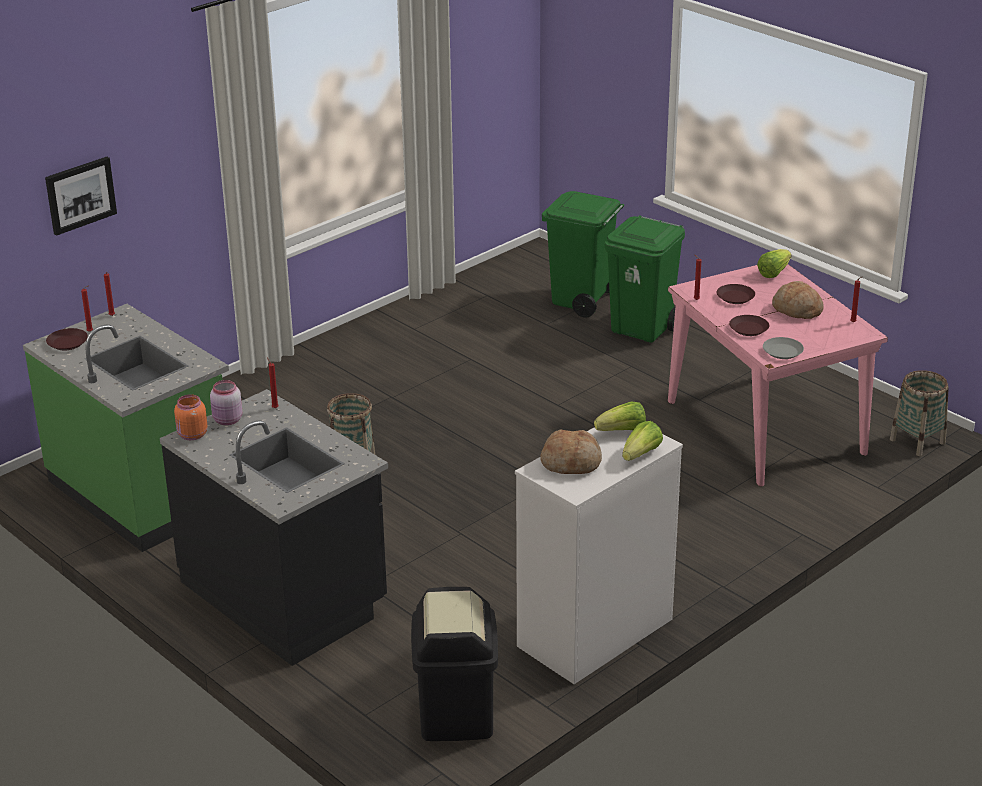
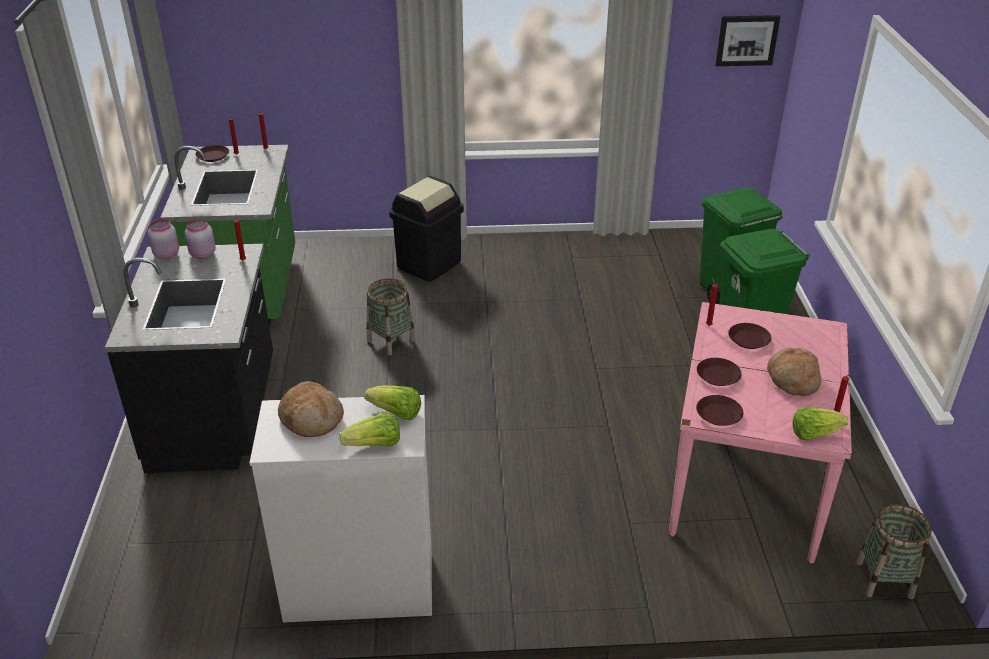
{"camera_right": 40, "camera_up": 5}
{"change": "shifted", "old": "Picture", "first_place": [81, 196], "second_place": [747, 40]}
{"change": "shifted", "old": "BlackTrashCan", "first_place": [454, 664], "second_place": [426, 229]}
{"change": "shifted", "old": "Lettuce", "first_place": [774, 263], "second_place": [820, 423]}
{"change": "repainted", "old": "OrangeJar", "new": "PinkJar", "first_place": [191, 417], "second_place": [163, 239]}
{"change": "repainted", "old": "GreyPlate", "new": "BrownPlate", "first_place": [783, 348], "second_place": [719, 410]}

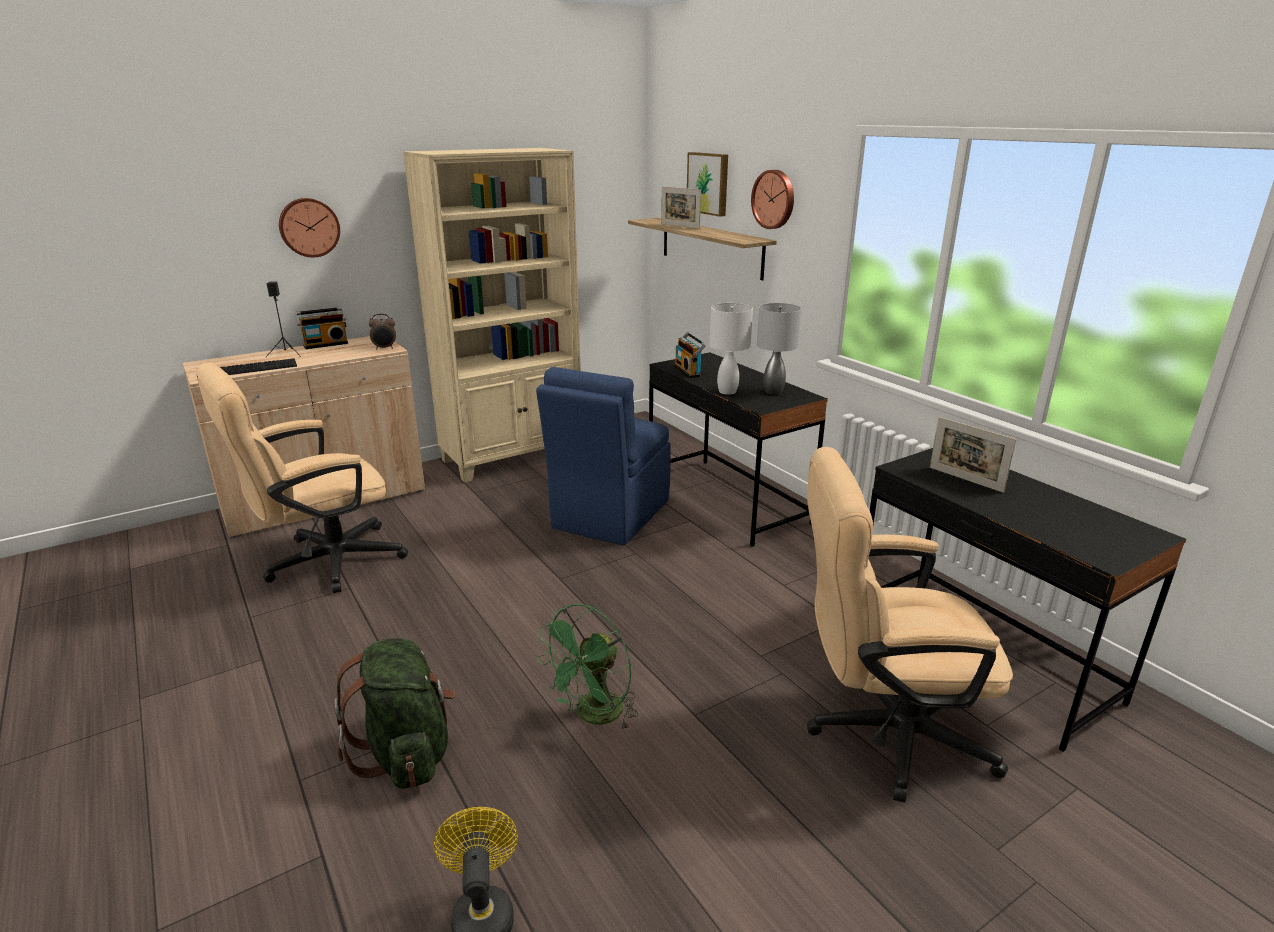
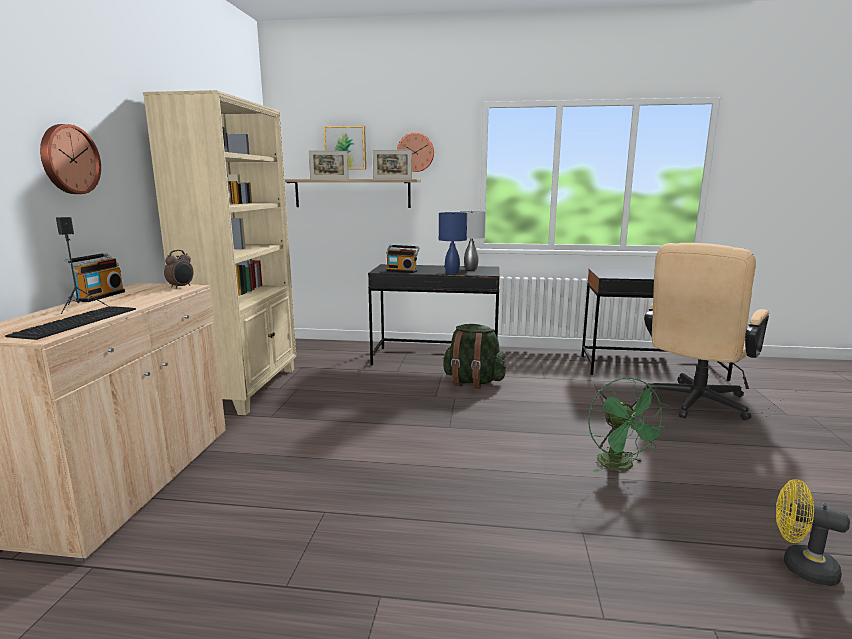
{"camera_right": -50, "camera_up": -10}
{"change": "gone", "old": "BeigeOfficeChair", "first_place": [302, 477]}
{"change": "gone", "old": "BlueChair", "first_place": [603, 456]}
{"change": "shifted", "old": "GreenBackpack", "first_place": [394, 713], "second_place": [474, 356]}
{"change": "shifted", "old": "PictureFrame", "first_place": [973, 455], "second_place": [392, 164]}
{"change": "repainted", "old": "WhiteTableLamp", "new": "BlueTableLamp", "first_place": [731, 349], "second_place": [453, 243]}

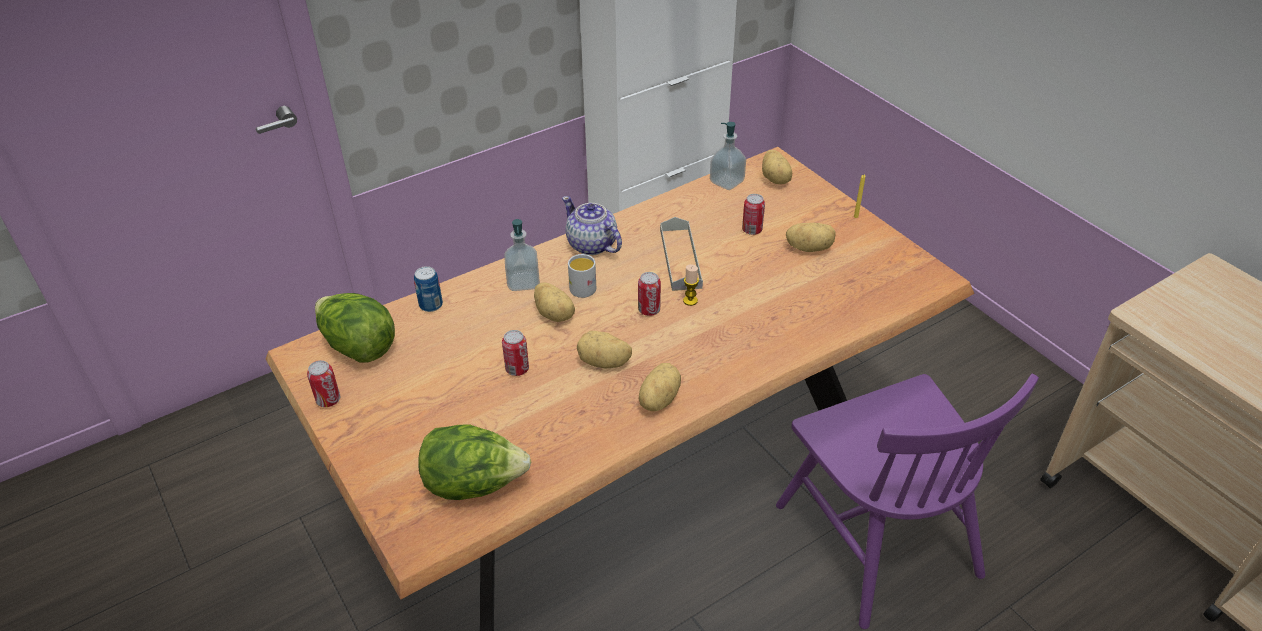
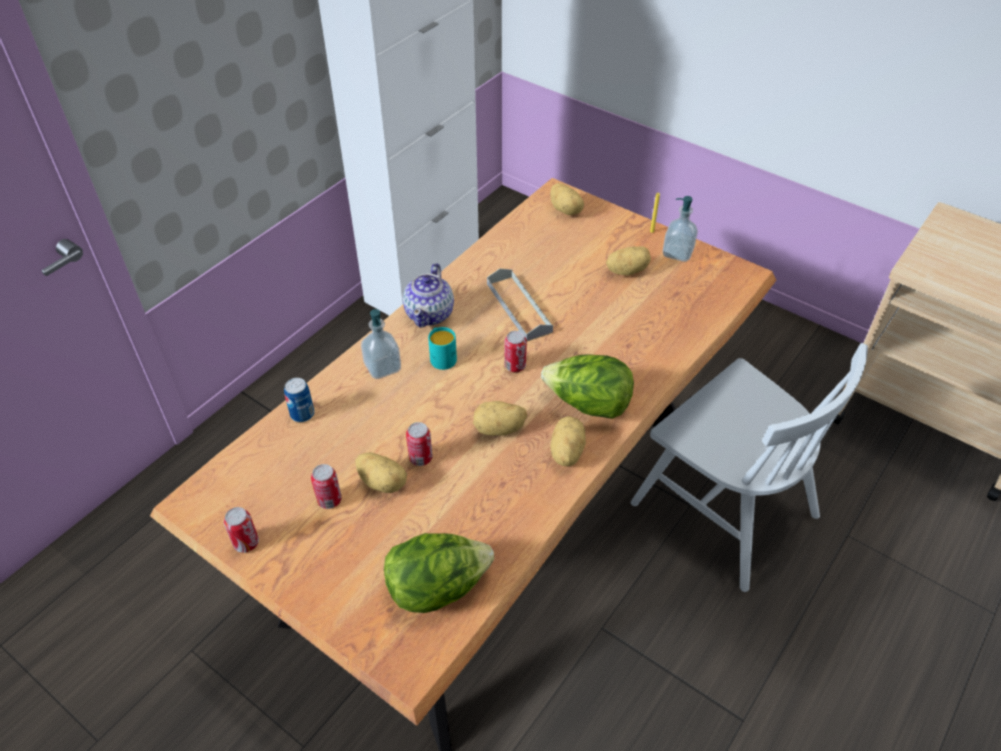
{"camera_right": -20, "camera_up": 5}
{"change": "gone", "old": "Candle", "first_place": [691, 285]}
{"change": "shifted", "old": "Lettuce", "first_place": [355, 328], "second_place": [587, 386]}
{"change": "shifted", "old": "Potato", "first_place": [554, 302], "second_place": [381, 473]}
{"change": "shifted", "old": "SoapDispenser", "first_place": [728, 156], "second_place": [680, 229]}
{"change": "shifted", "old": "Can", "first_place": [753, 214], "second_place": [326, 486]}
{"change": "repainted", "old": "WhiteMug", "new": "TurquoiseMug", "first_place": [582, 276], "second_place": [442, 348]}
{"change": "repainted", "old": "PurpleChair", "new": "WhiteChair", "first_place": [907, 501], "second_place": [749, 467]}
{"change": "rotated", "old": "Teapot", "first_place": [592, 225], "second_place": [428, 295], "degrees": -105}

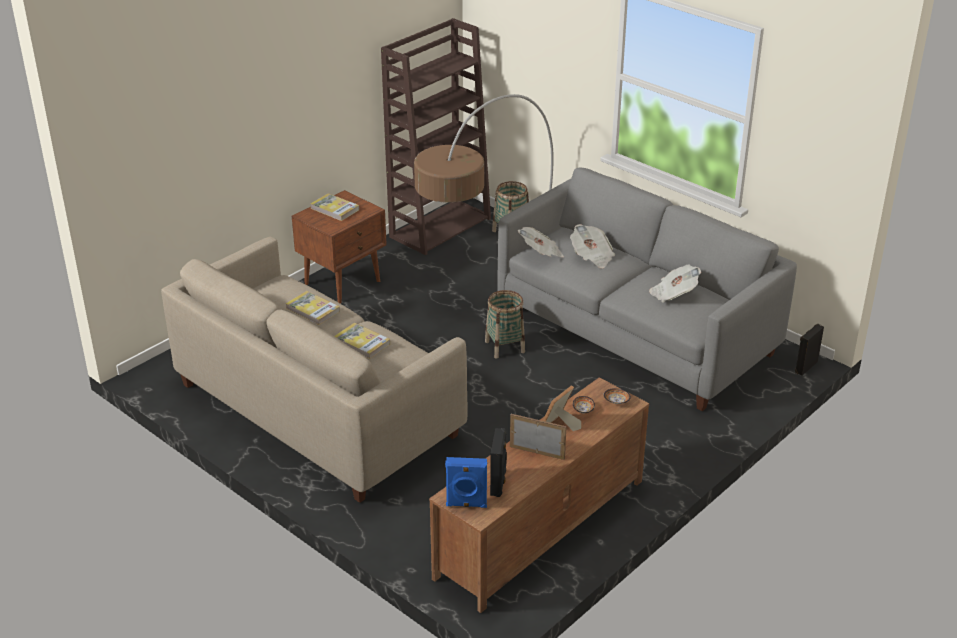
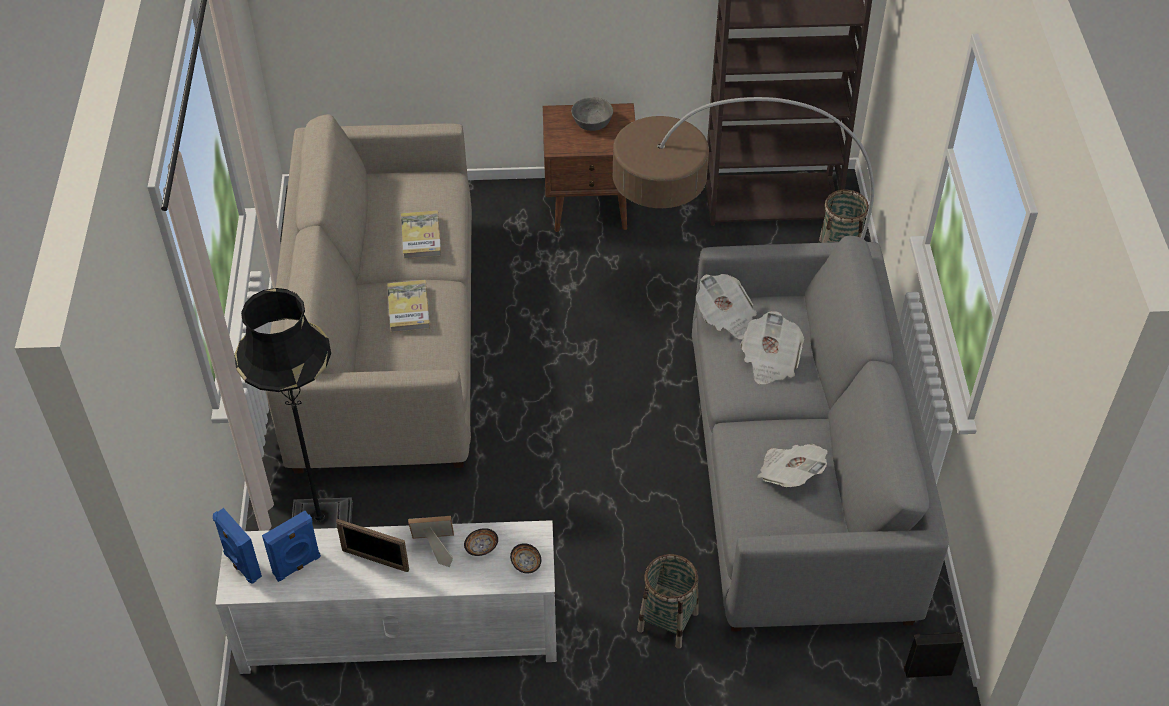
{"camera_right": 45, "camera_up": 15}
{"change": "new", "new": "BlackFloorLamp", "second_place": [293, 408]}
{"change": "shifted", "old": "Basket", "first_place": [505, 324], "second_place": [668, 601]}
{"change": "swapped", "old": "Book", "new": "GreyBowl", "first_place": [335, 207], "second_place": [592, 114]}
{"change": "repainted", "old": "BrownTvStand", "new": "WhiteTvStand", "first_place": [539, 495], "second_place": [386, 597]}
{"change": "repainted", "old": "BlackSpeaker", "new": "BlueSpeaker", "first_place": [498, 462], "second_place": [291, 546]}
{"change": "rotated", "old": "PictureFrame", "first_place": [538, 437], "second_place": [372, 545], "degrees": 135}

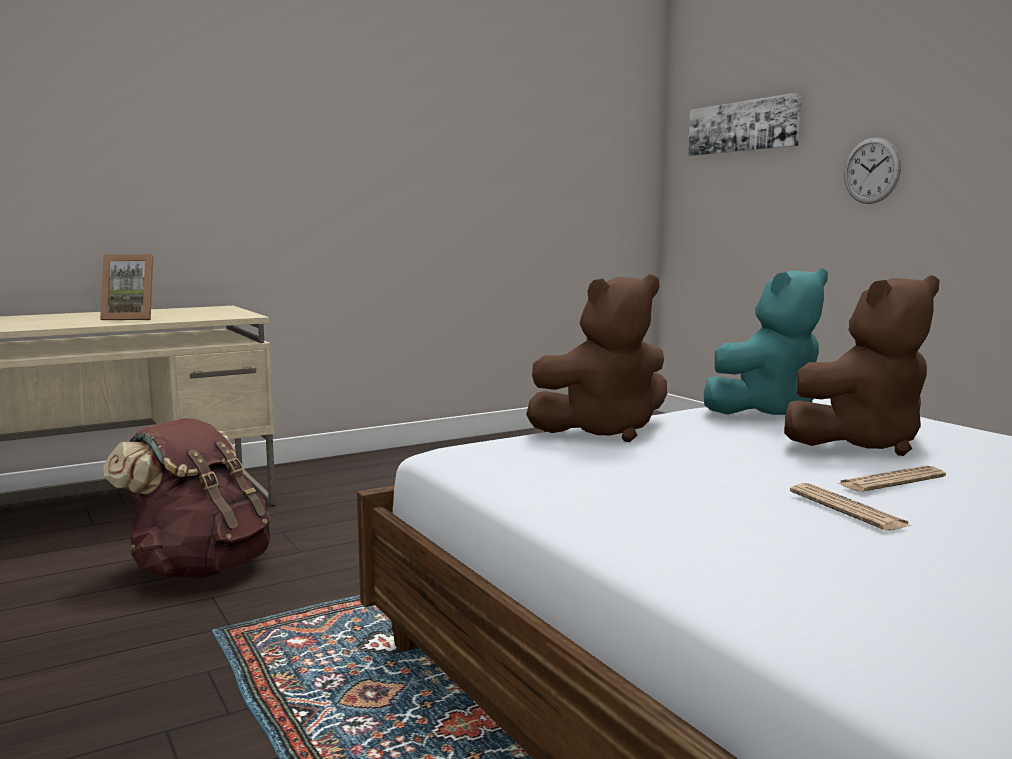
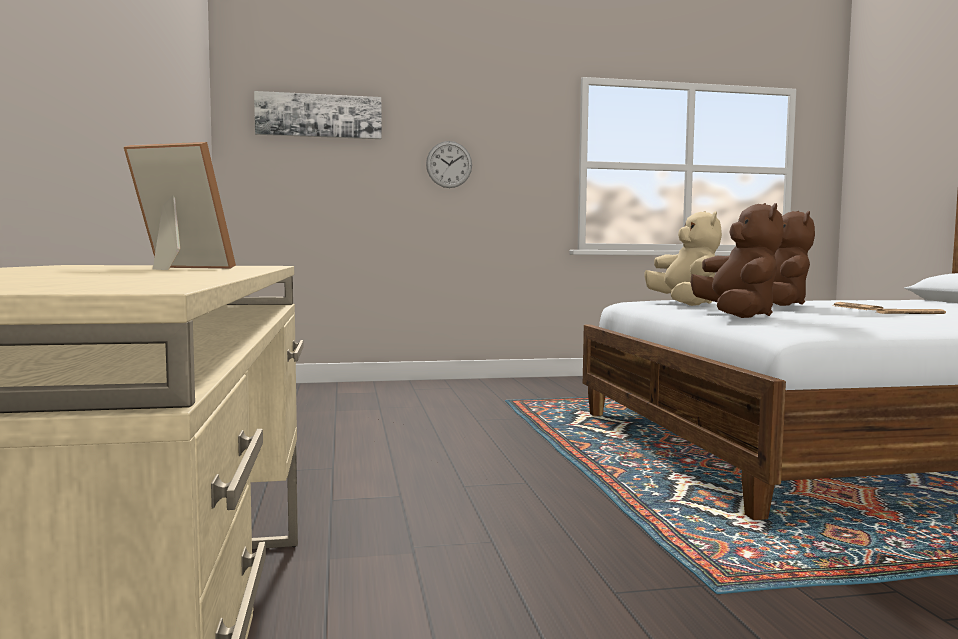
{"camera_right": -70, "camera_up": -5}
{"change": "gone", "old": "BrownBackpack", "first_place": [186, 498]}
{"change": "repainted", "old": "TurquoisePlushToy", "new": "BeigePlushToy", "first_place": [766, 341], "second_place": [683, 258]}
{"change": "rotated", "old": "PictureFrame", "first_place": [126, 287], "second_place": [180, 206], "degrees": -90}

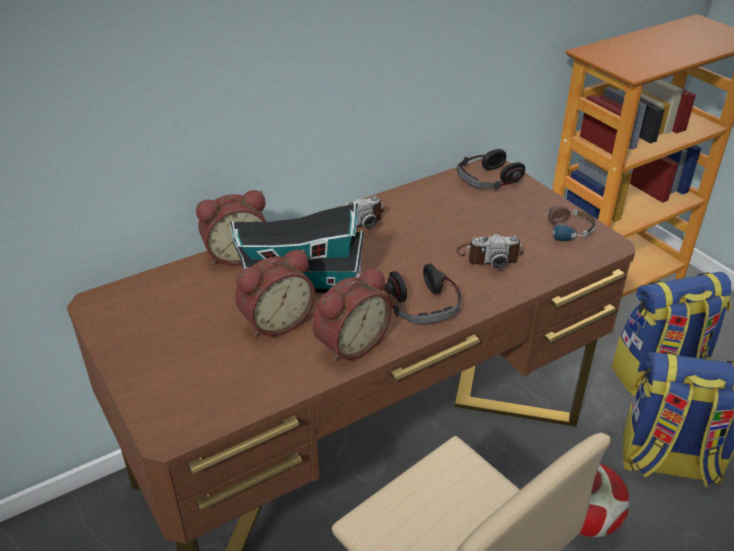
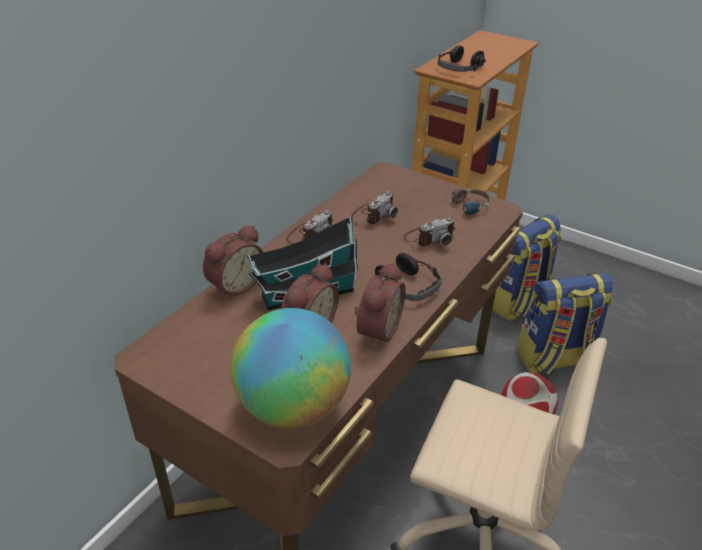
{"camera_right": -25, "camera_up": 0}
{"change": "new", "new": "Globe", "second_place": [291, 368]}
{"change": "new", "new": "PhotoCamera", "second_place": [374, 208]}
{"change": "shifted", "old": "Headphones", "first_place": [491, 169], "second_place": [462, 58]}

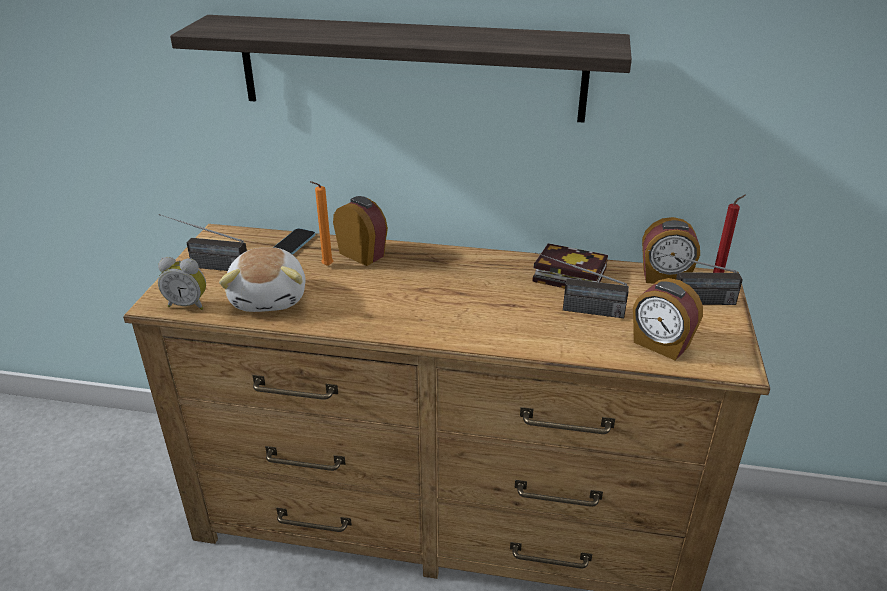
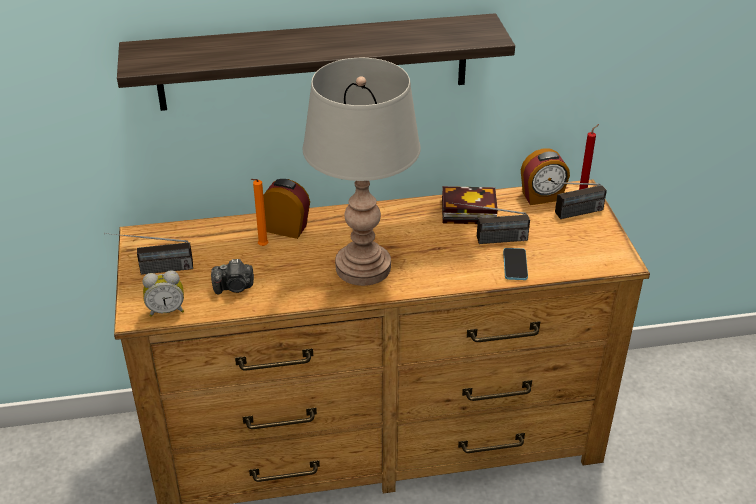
{"camera_right": -20, "camera_up": 5}
{"change": "gone", "old": "AlarmClock", "first_place": [668, 319]}
{"change": "new", "new": "GreyTableLamp", "second_place": [362, 172]}
{"change": "shifted", "old": "Phone", "first_place": [294, 241], "second_place": [515, 264]}
{"change": "swapped", "old": "PlushToy", "new": "PhotoCamera", "first_place": [262, 279], "second_place": [232, 277]}

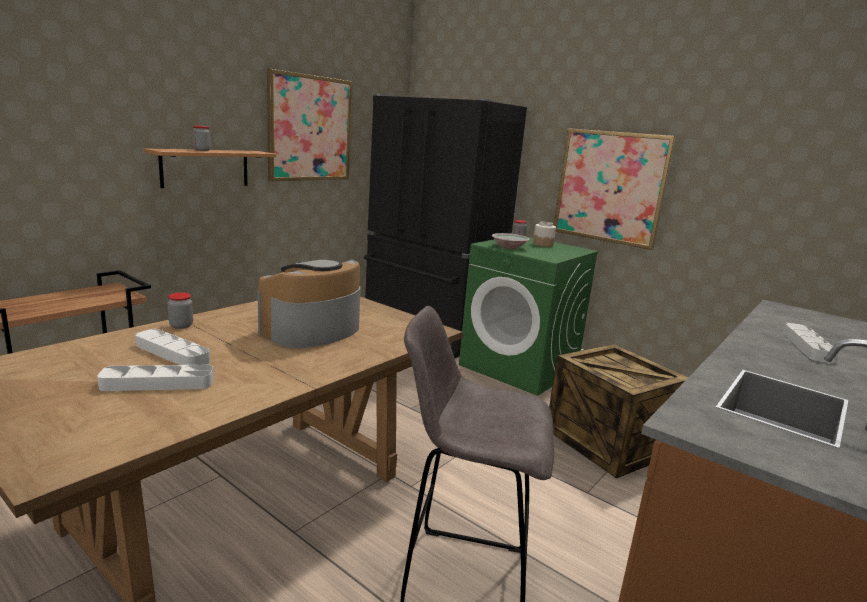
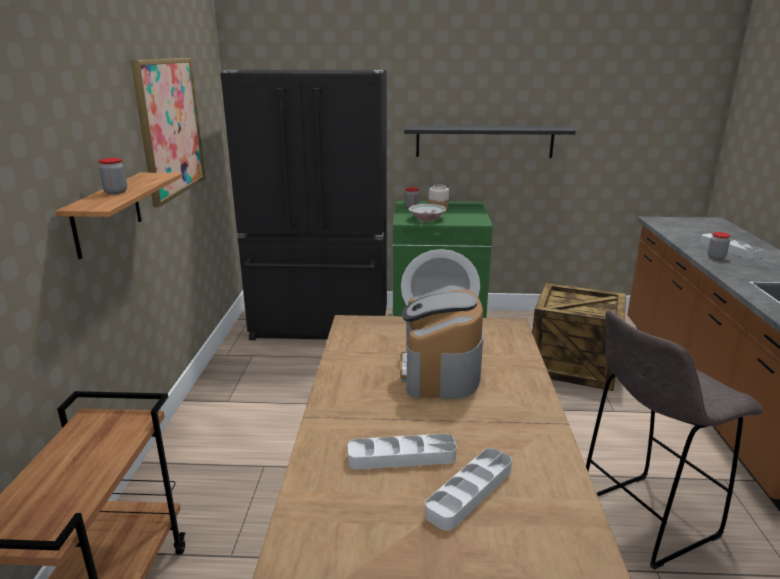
{"camera_right": -35, "camera_up": 5}
{"change": "shifted", "old": "Jar", "first_place": [180, 310], "second_place": [719, 246]}
{"change": "swapped", "old": "Picture", "new": "BlackShelf", "first_place": [614, 189], "second_place": [490, 141]}

